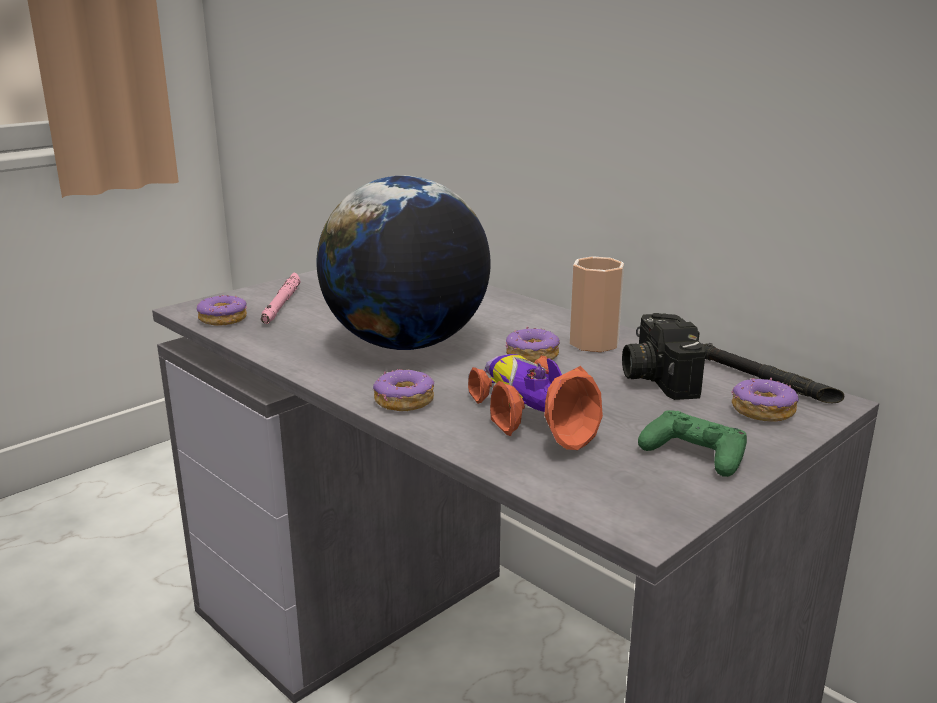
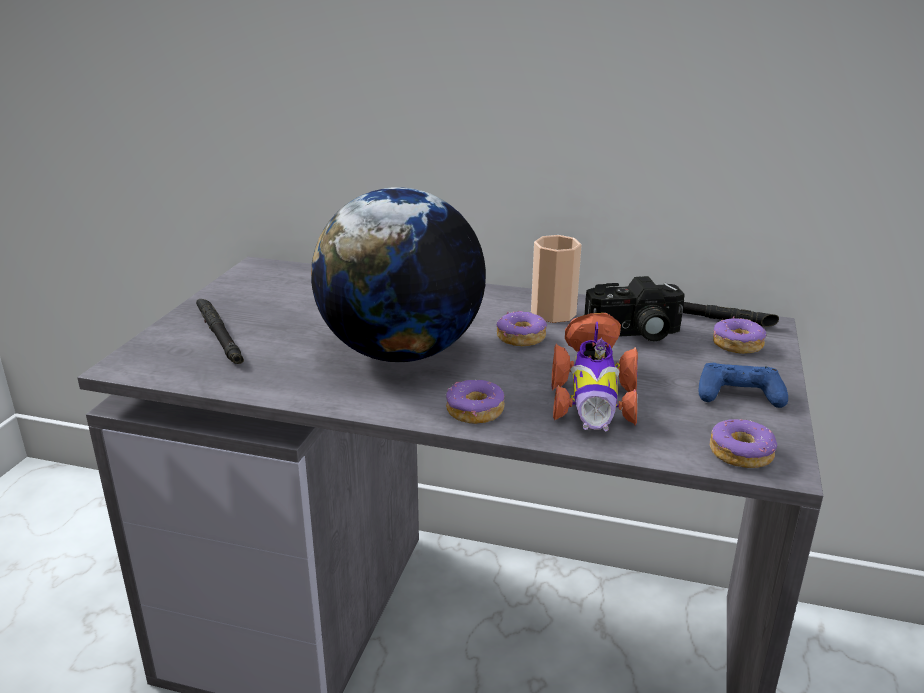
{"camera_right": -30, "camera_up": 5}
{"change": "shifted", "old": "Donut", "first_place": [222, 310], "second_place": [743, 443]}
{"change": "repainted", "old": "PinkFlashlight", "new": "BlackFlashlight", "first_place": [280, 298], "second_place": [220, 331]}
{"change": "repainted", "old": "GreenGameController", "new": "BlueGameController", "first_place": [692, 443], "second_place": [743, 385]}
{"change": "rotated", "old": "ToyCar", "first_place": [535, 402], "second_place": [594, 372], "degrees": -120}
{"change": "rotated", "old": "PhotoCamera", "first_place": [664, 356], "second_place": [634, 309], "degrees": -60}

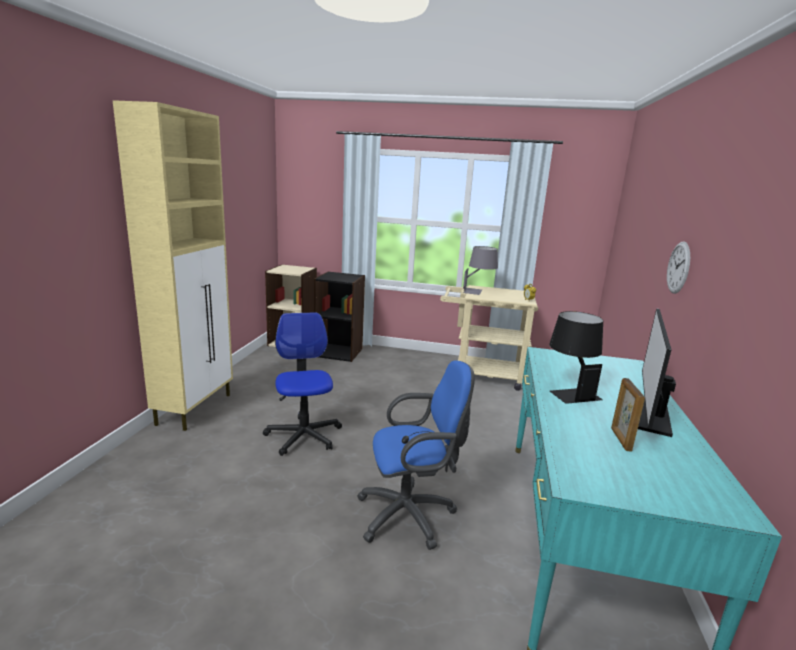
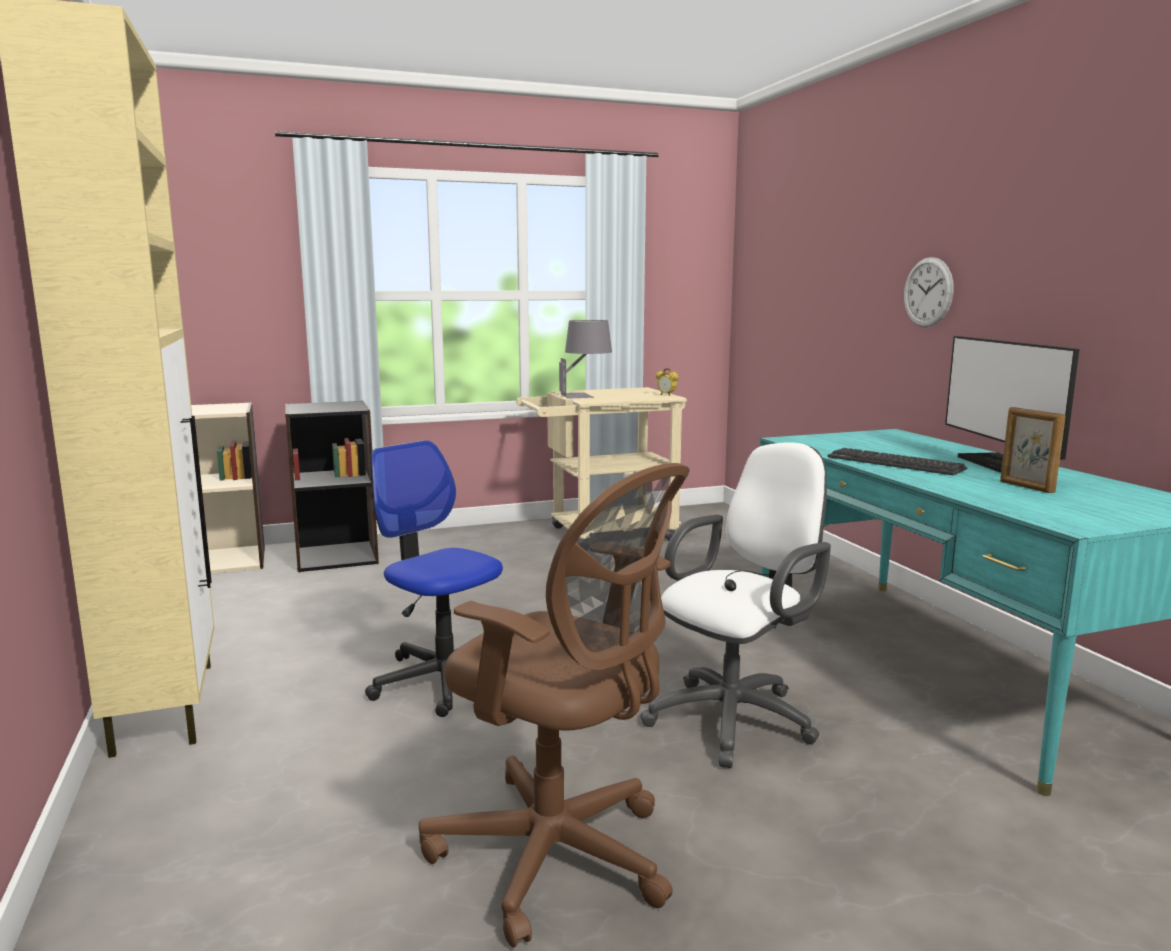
{"camera_right": -30, "camera_up": -5}
{"change": "new", "new": "BrownOfficeChair", "second_place": [554, 705]}
{"change": "swapped", "old": "BlackTableLamp", "new": "Keyboard", "first_place": [576, 357], "second_place": [898, 461]}
{"change": "repainted", "old": "BlueOfficeChair", "new": "WhiteOfficeChair", "first_place": [416, 455], "second_place": [736, 605]}

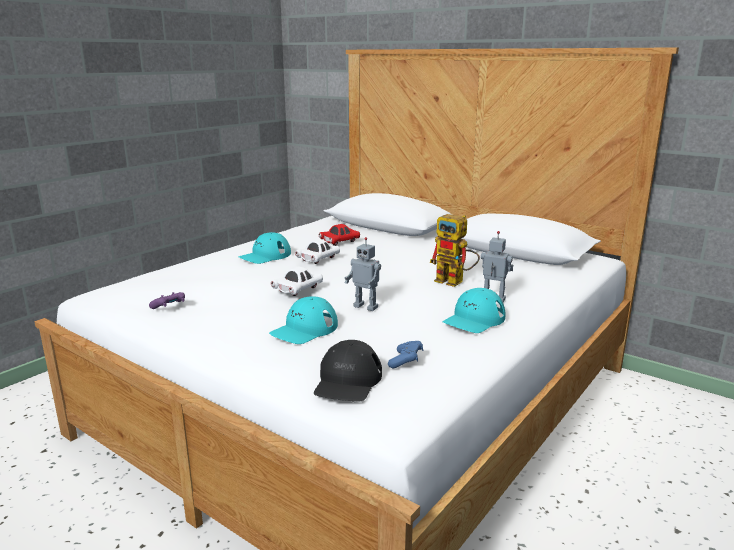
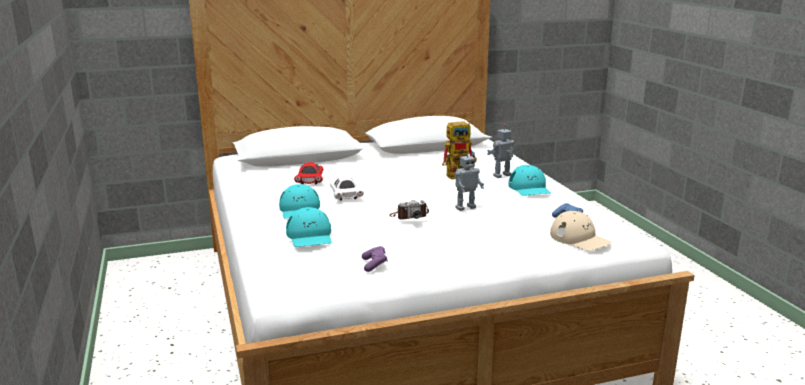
{"camera_right": -55, "camera_up": 0}
{"change": "shifted", "old": "TurquoiseCap", "first_place": [303, 320], "second_place": [309, 227]}
{"change": "swapped", "old": "WhiteToyCar", "new": "PhotoCamera", "first_place": [297, 281], "second_place": [409, 210]}
{"change": "repainted", "old": "BlackCap", "new": "BeigeCap", "first_place": [348, 371], "second_place": [580, 231]}

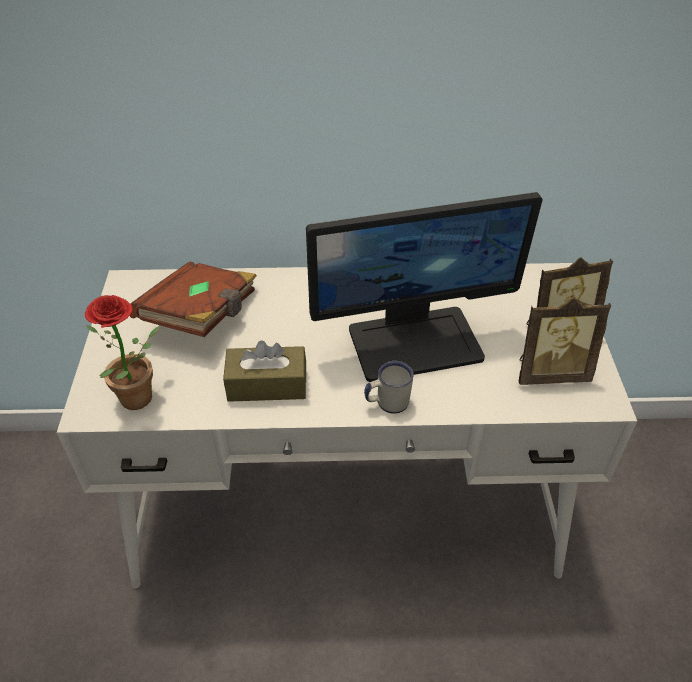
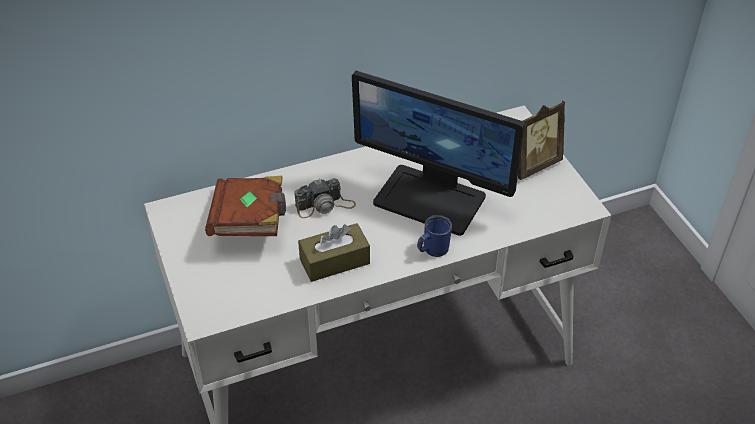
{"camera_right": -20, "camera_up": 0}
{"change": "gone", "old": "PottedPlant", "first_place": [122, 352]}
{"change": "gone", "old": "PictureFrame", "first_place": [565, 341]}
{"change": "new", "new": "PhotoCamera", "second_place": [325, 198]}
{"change": "repainted", "old": "WhiteMug", "new": "BlueMug", "first_place": [389, 387], "second_place": [434, 236]}
{"change": "rotated", "old": "Monitor", "first_place": [424, 287], "second_place": [438, 153], "degrees": 60}

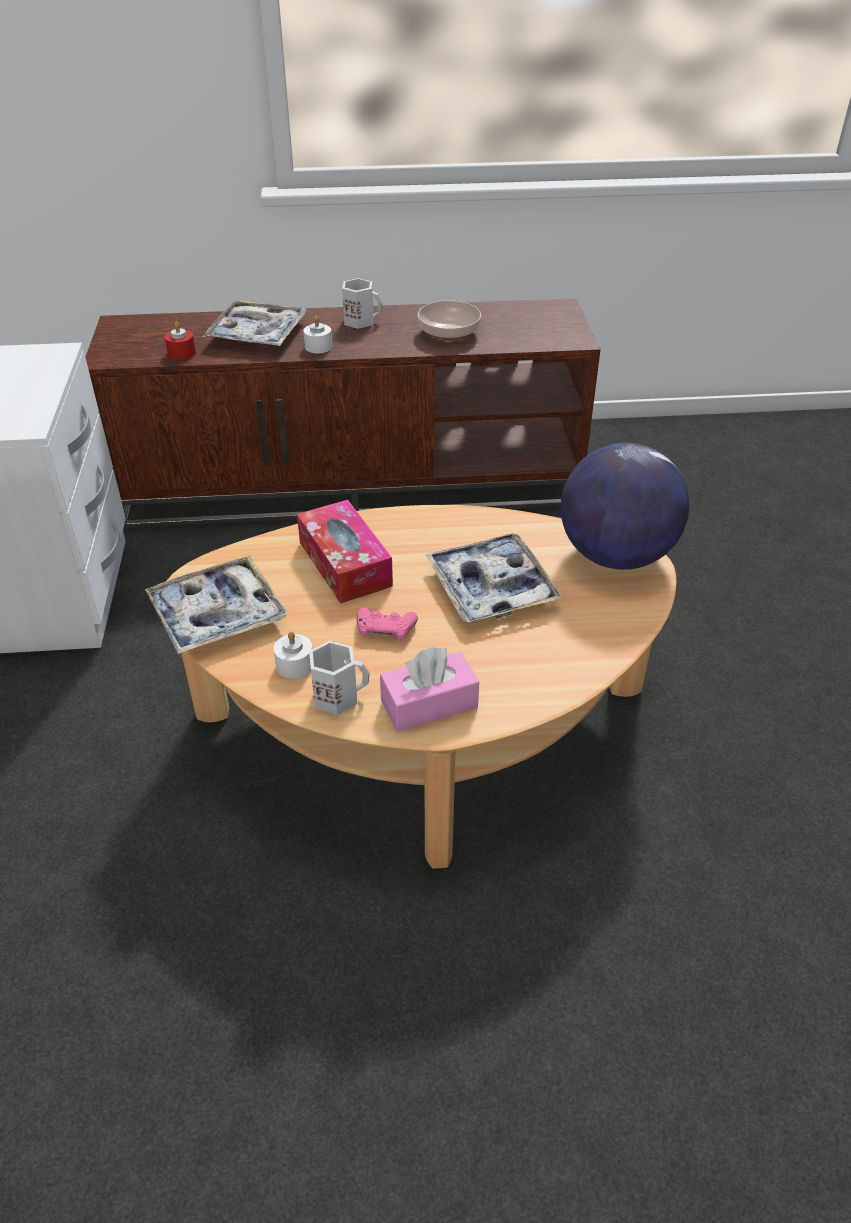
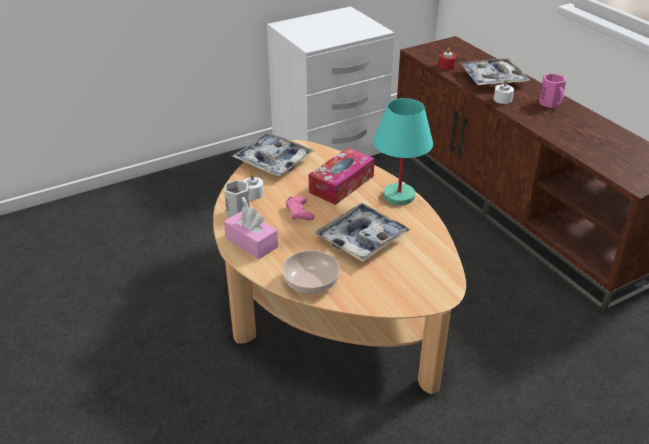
{"camera_right": 65, "camera_up": -5}
{"change": "gone", "old": "Globe", "first_place": [625, 506]}
{"change": "new", "new": "TurquoiseTableLamp", "second_place": [403, 151]}
{"change": "shifted", "old": "Bowl", "first_place": [449, 320], "second_place": [311, 272]}
{"change": "repainted", "old": "WhiteMug", "new": "PinkMug", "first_place": [362, 303], "second_place": [552, 91]}

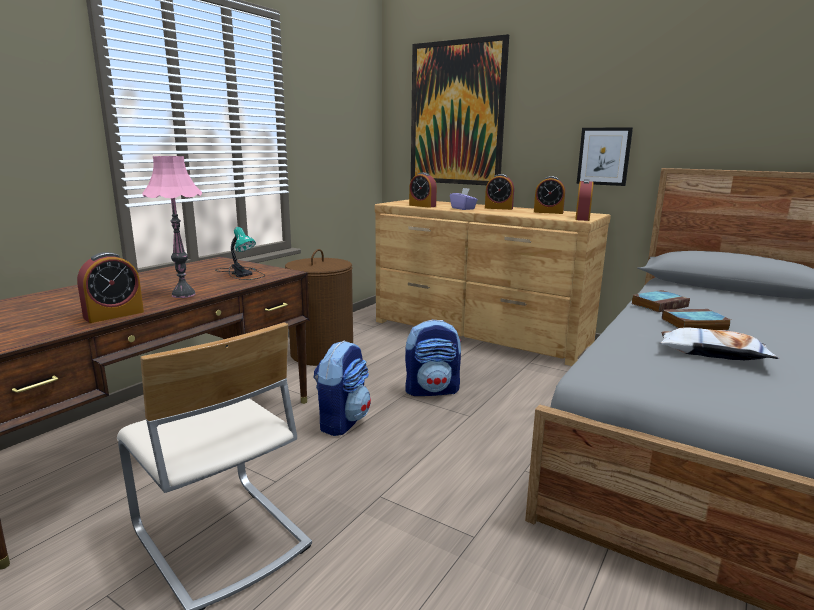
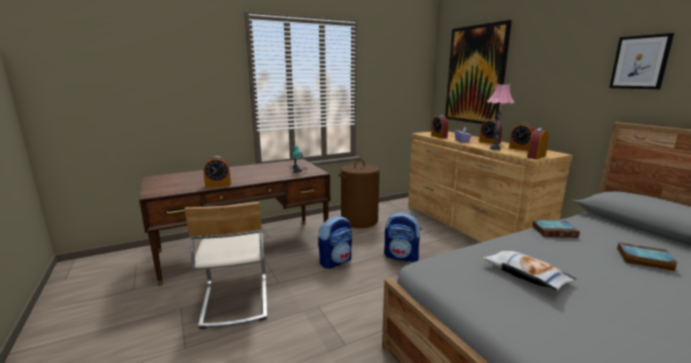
{"camera_right": 30, "camera_up": 0}
{"change": "shifted", "old": "PinkTableLamp", "first_place": [172, 227], "second_place": [501, 117]}
{"change": "shifted", "old": "Picture", "first_place": [605, 156], "second_place": [641, 61]}
{"change": "shifted", "old": "Book", "first_place": [696, 319], "second_place": [647, 256]}

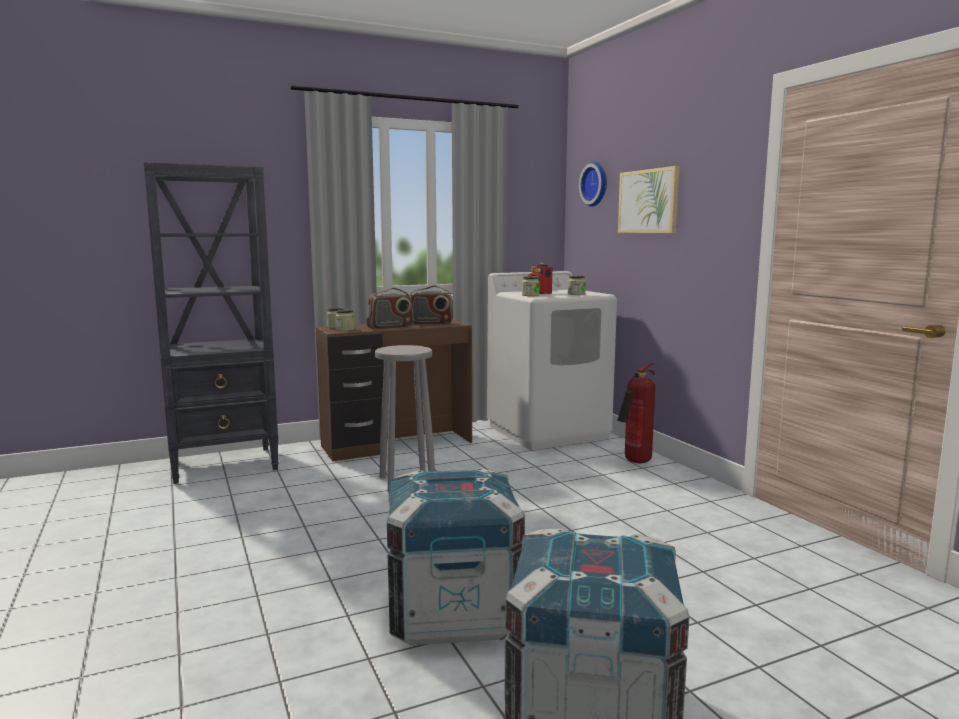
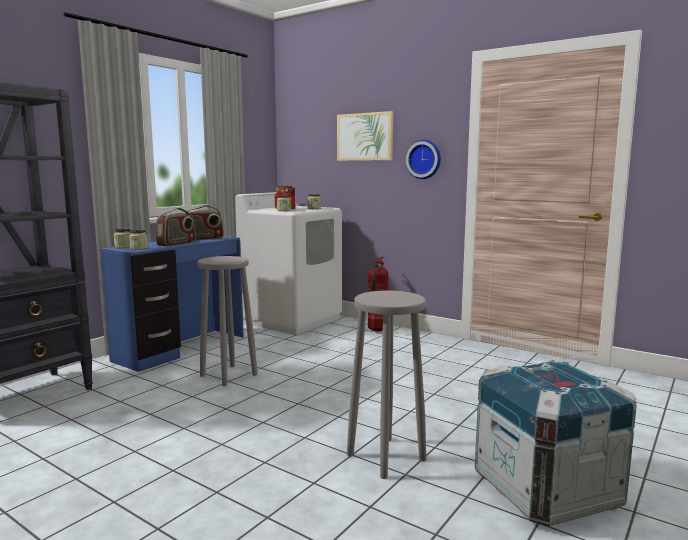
{"camera_right": -30, "camera_up": 0}
{"change": "shifted", "old": "WallClock", "first_place": [593, 184], "second_place": [423, 159]}
{"change": "swapped", "old": "Crate", "new": "GreyStool", "first_place": [456, 557], "second_place": [386, 385]}
{"change": "repainted", "old": "BrownDesk", "new": "BlueDesk", "first_place": [394, 390], "second_place": [172, 304]}

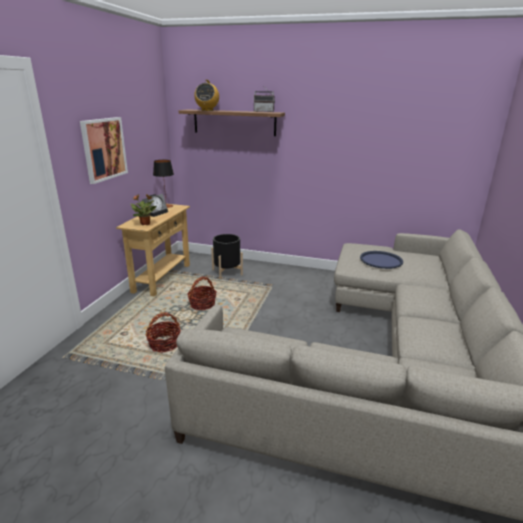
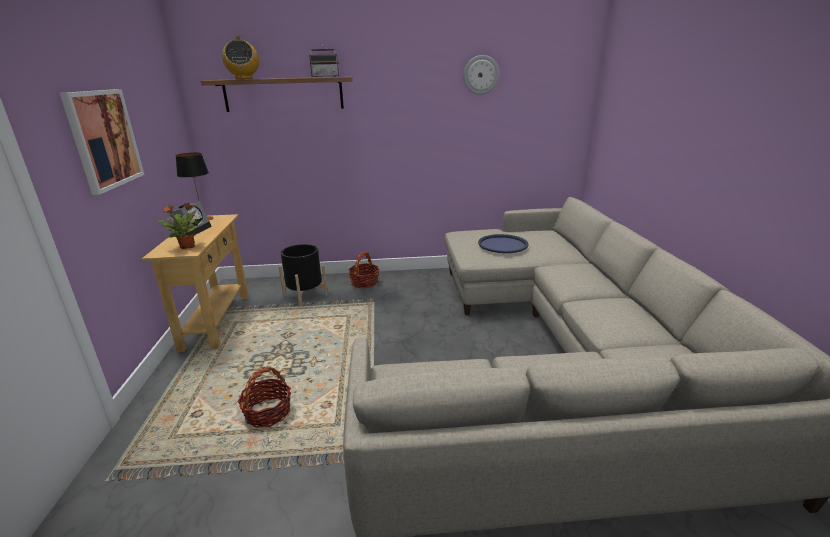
{"camera_right": -20, "camera_up": 0}
{"change": "new", "new": "WallClock", "second_place": [481, 75]}
{"change": "shifted", "old": "Basket", "first_place": [201, 293], "second_place": [363, 270]}

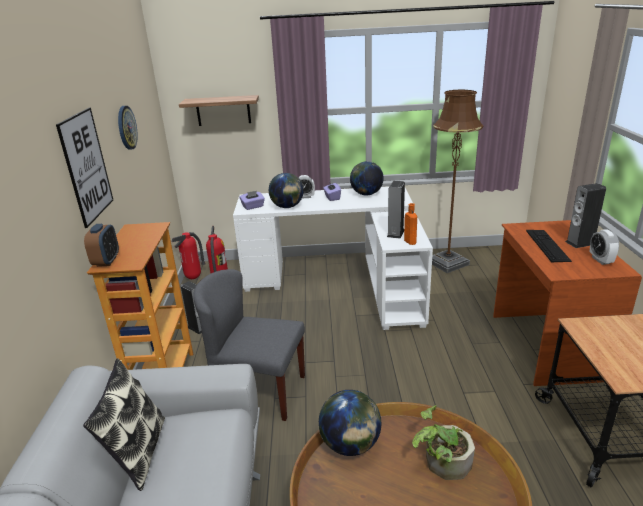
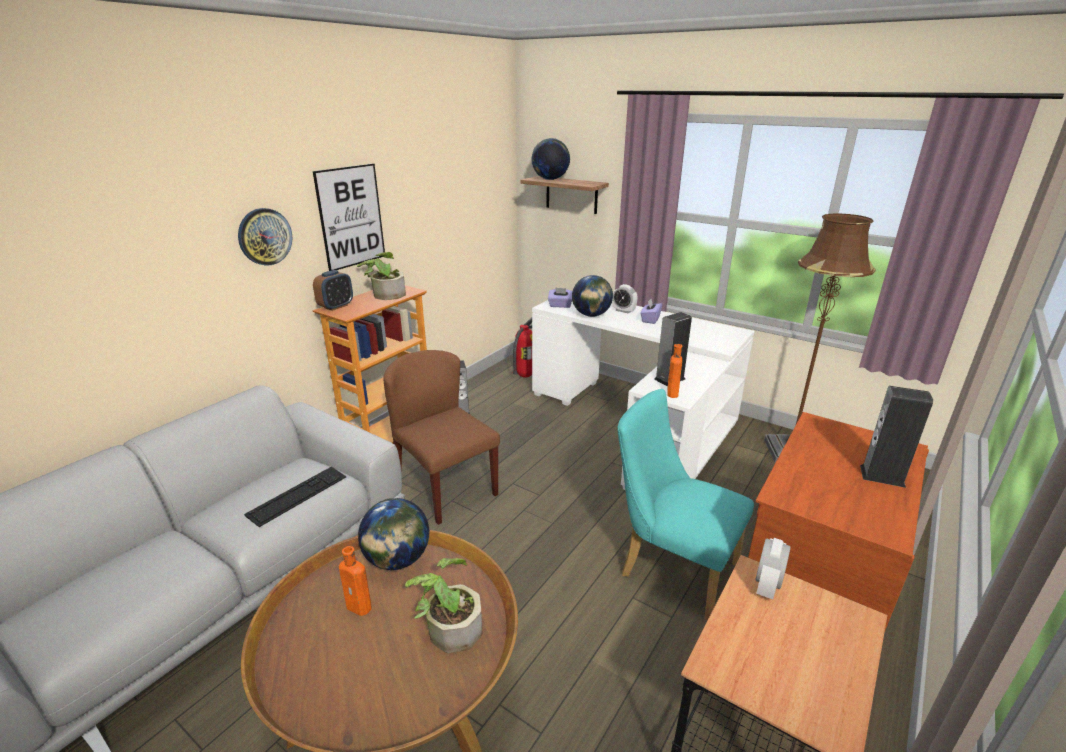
{"camera_right": 35, "camera_up": 0}
{"change": "gone", "old": "Pillow", "first_place": [124, 425]}
{"change": "gone", "old": "FireExtinguisher", "first_place": [189, 255]}
{"change": "new", "new": "OrangeBottle", "second_place": [355, 581]}
{"change": "new", "new": "PottedPlant", "second_place": [381, 276]}
{"change": "new", "new": "TurquoiseChair", "second_place": [685, 504]}
{"change": "shifted", "old": "WallClock", "first_place": [128, 128], "second_place": [265, 236]}
{"change": "shifted", "old": "Globe", "first_place": [367, 178], "second_place": [551, 159]}
{"change": "shifted", "old": "Keyboard", "first_place": [549, 246], "second_place": [295, 496]}
{"change": "shifted", "old": "AlarmClock", "first_place": [604, 247], "second_place": [772, 569]}
{"change": "repainted", "old": "GreyChair", "new": "BrownChair", "first_place": [249, 345], "second_place": [441, 437]}

